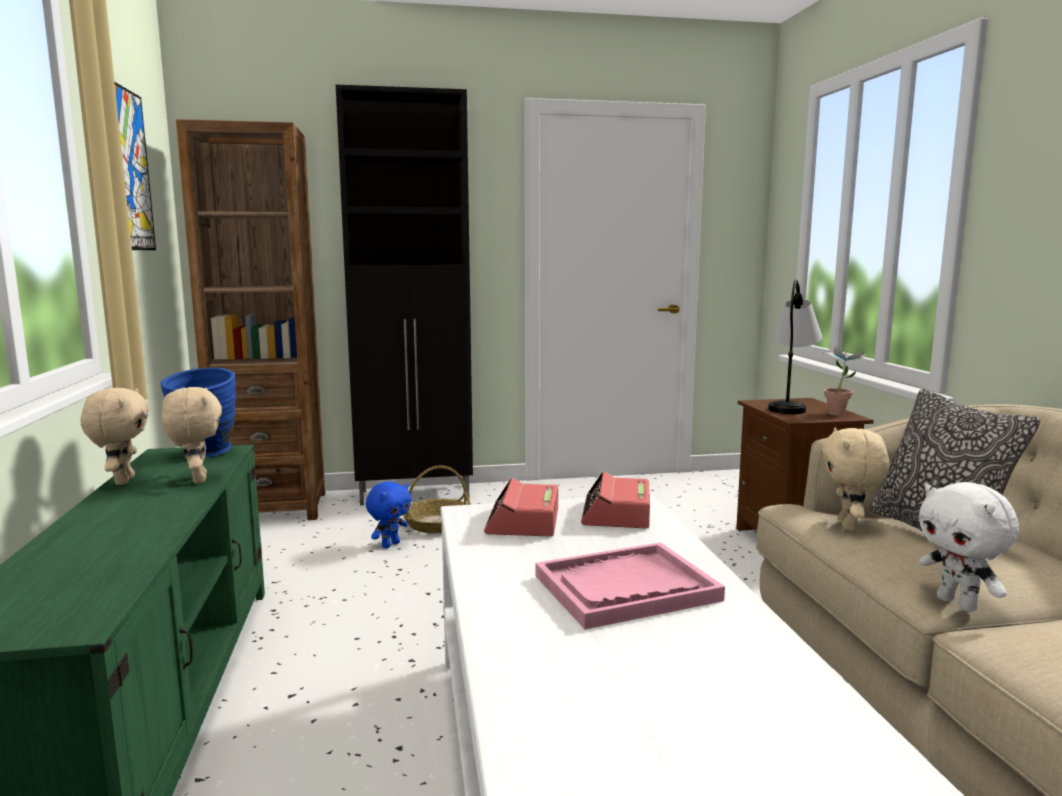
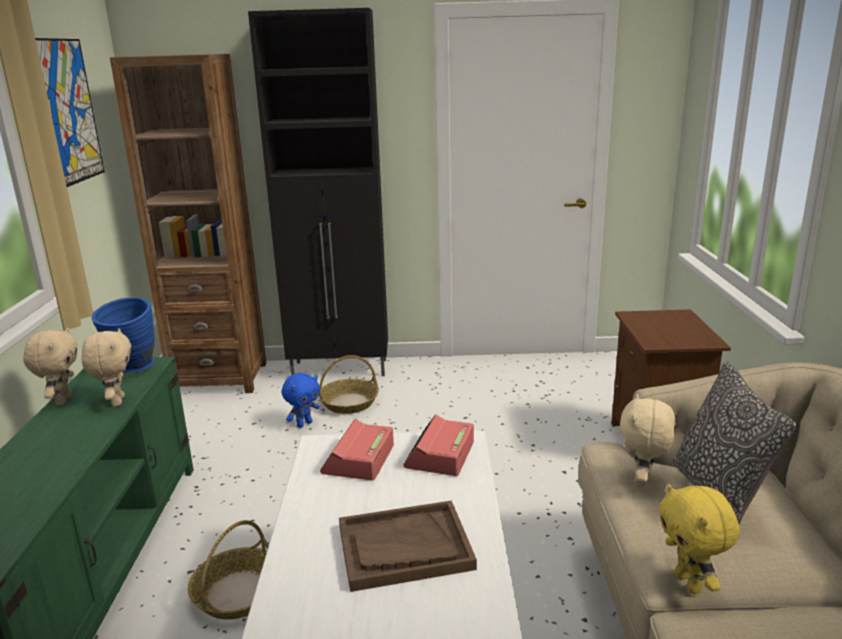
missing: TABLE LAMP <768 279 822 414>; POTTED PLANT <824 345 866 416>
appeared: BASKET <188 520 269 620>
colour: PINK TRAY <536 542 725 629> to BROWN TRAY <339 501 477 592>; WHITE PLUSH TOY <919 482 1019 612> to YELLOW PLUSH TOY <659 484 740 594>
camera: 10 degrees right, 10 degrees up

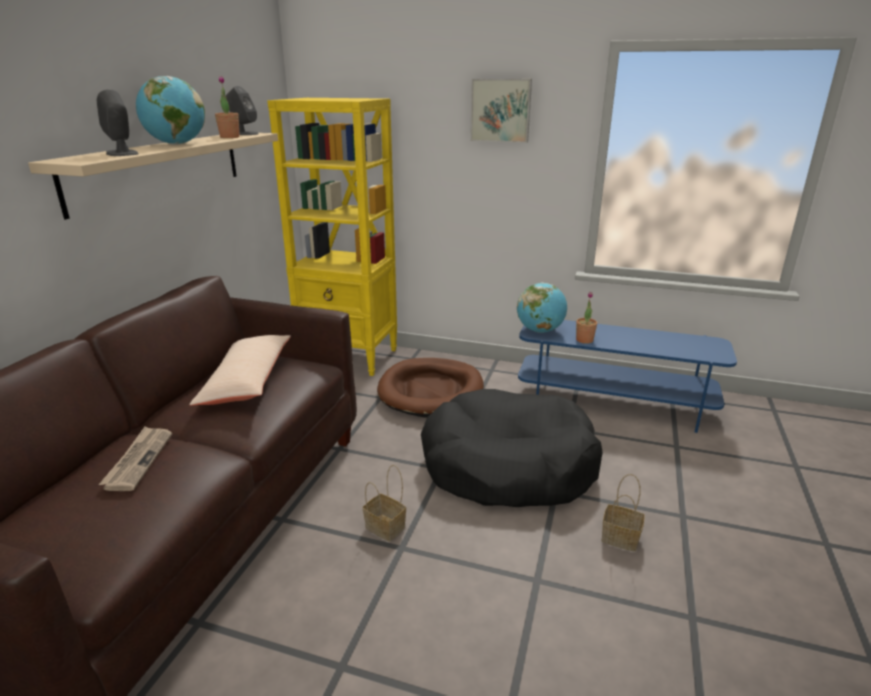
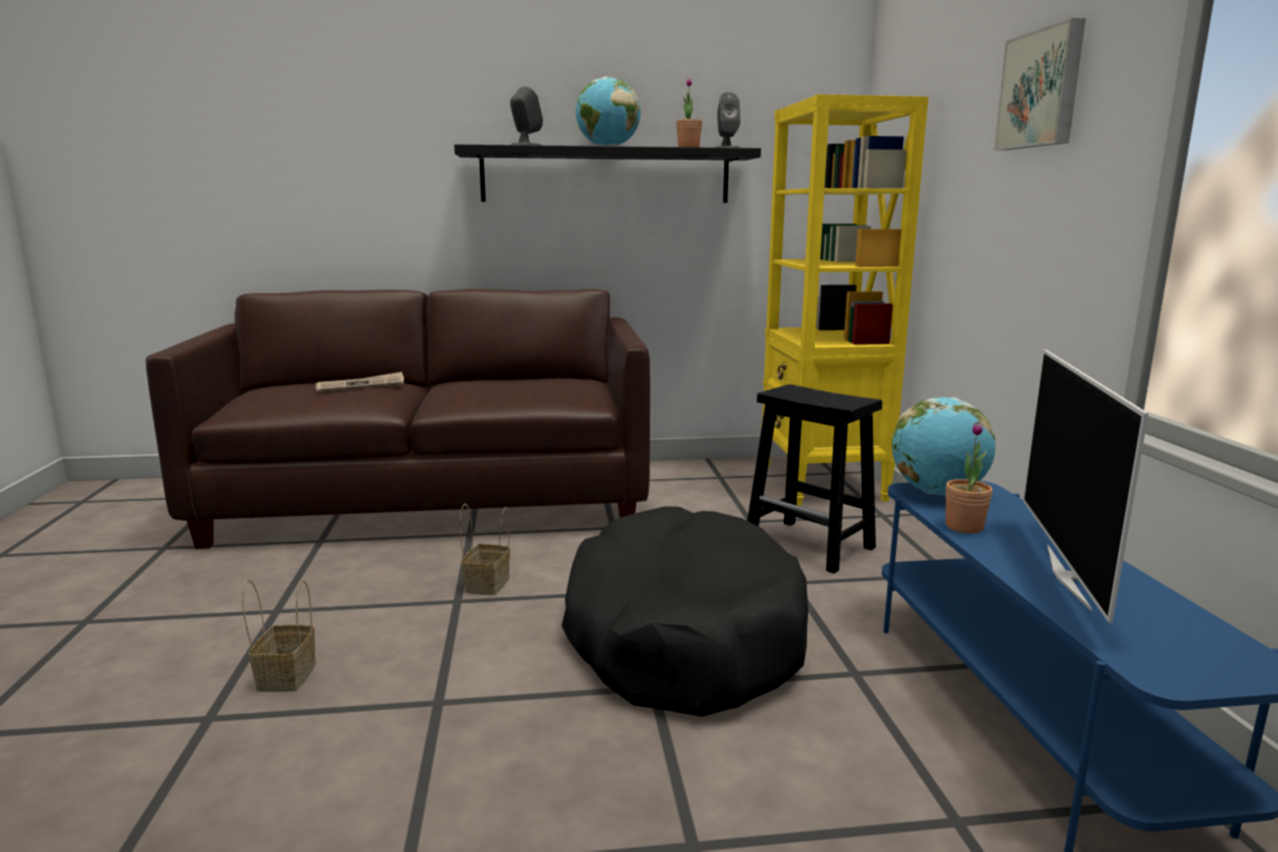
missing: BEIGE PILLOW <189 335 291 406>
appeared: TELEVISION <1023 350 1149 623>
relocated: BASKET <602 474 644 552> to <242 580 316 692>
exchanged: BROWN DOG BED <377 358 484 418> to BLACK STOOL <747 384 882 574>
colour: BEIGE SHELF <28 133 278 220> to BLACK SHELF <454 144 761 203>
camera: 65 degrees right, 10 degrees down

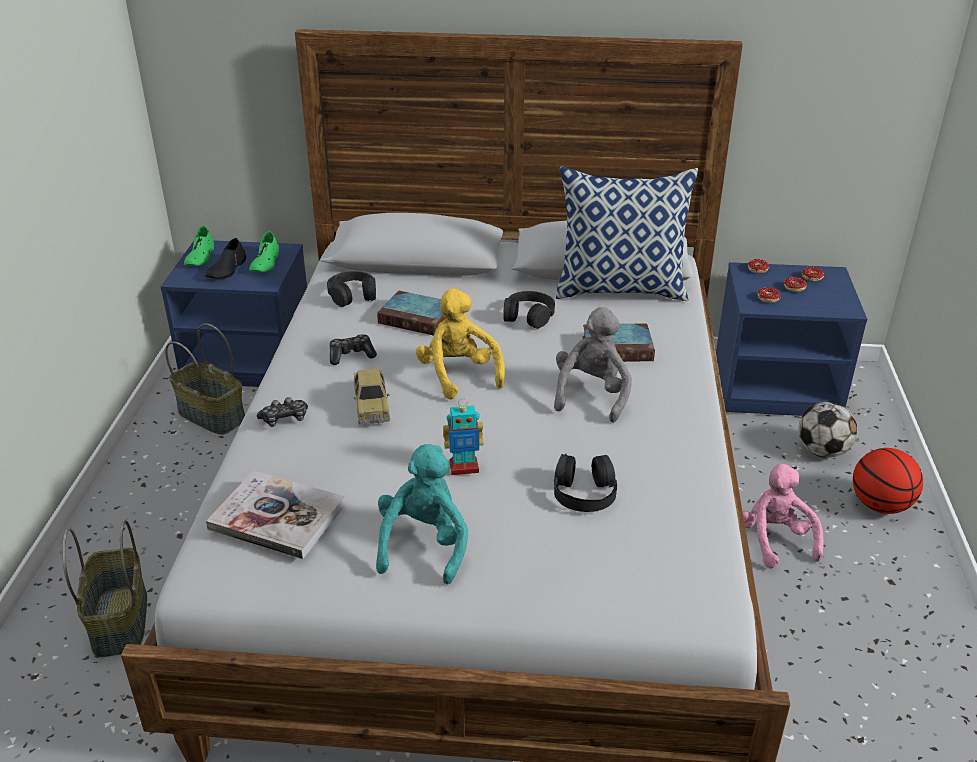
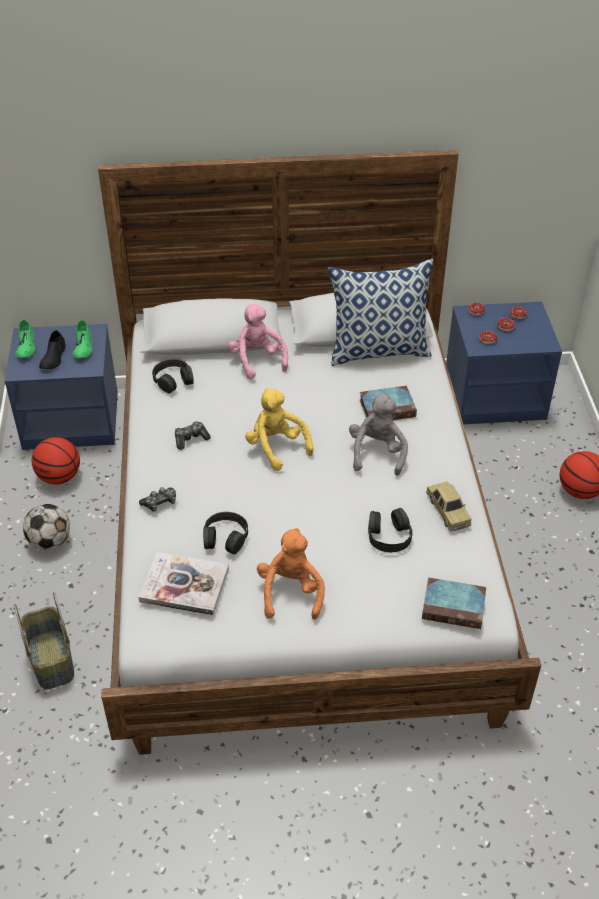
missing: TOY ROBOT <443 399 484 475>
relocated: TOY CAR <354 369 390 424> to <426 481 472 532>; BOOK <377 290 446 336> to <422 577 486 629>; BLACK HEADPHONES <503 291 555 329> to <203 512 248 554>; PINK PLUSH TOY <743 464 824 569> to <228 304 288 380>; FOOTBALL <798 402 857 458> to <23 504 70 550>
exchanged: BASKET <165 324 245 435> to BASKETBALL <32 437 80 484>
colour: TURQUOISE PLUSH TOY <376 444 468 584> to ORANGE PLUSH TOY <257 528 325 620>
camera: 10 degrees left, 10 degrees up

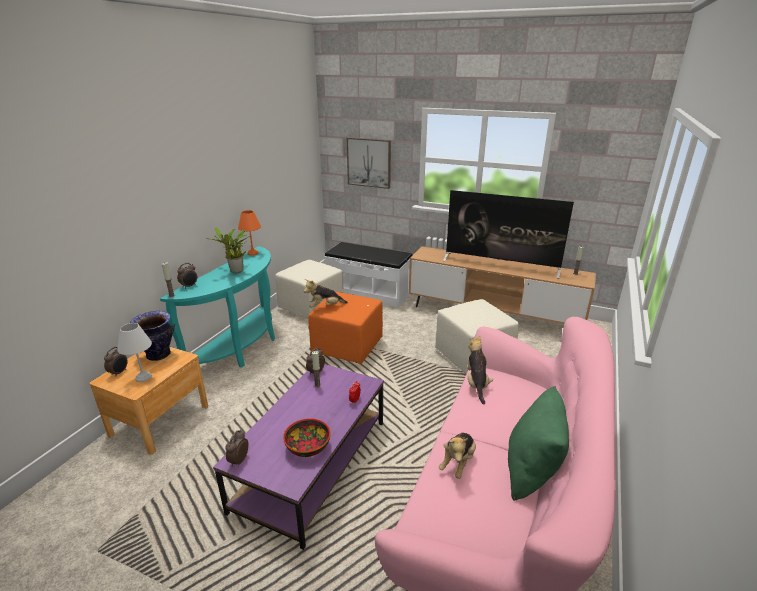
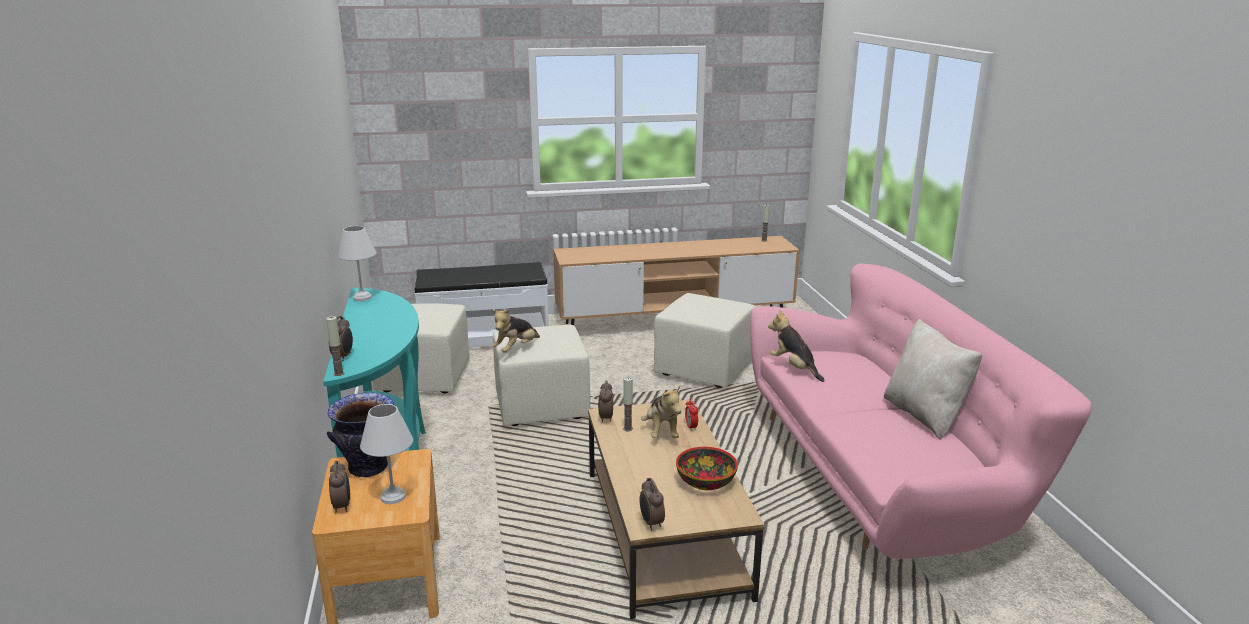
missing: POTTED PLANT <206 227 250 273>; PICTURE <347 137 391 189>; TELEVISION <443 190 574 278>
relocated: PLUSH TOY <439 433 476 479> to <641 386 681 438>
colour: PURPLE COFFEE TABLE <213 364 384 550> to BROWN COFFEE TABLE <588 400 764 619>; ORANGE TABLE LAMP <238 210 261 256> to WHITE TABLE LAMP <337 226 377 301>; ORANGE OTTOMAN <308 292 383 364> to BEIGE OTTOMAN <493 325 590 426>; GREEN PILLOW <508 386 569 501> to BEIGE PILLOW <884 319 982 440>
camera: 35 degrees left, 5 degrees down

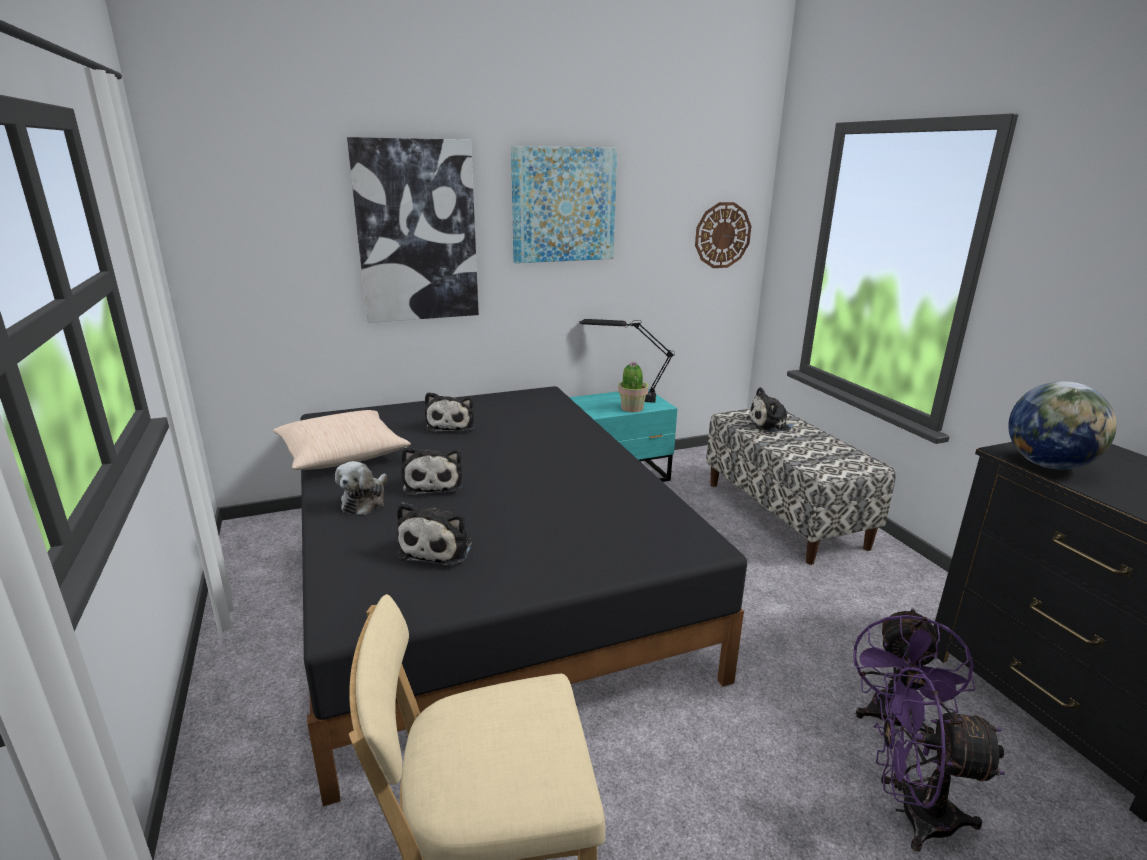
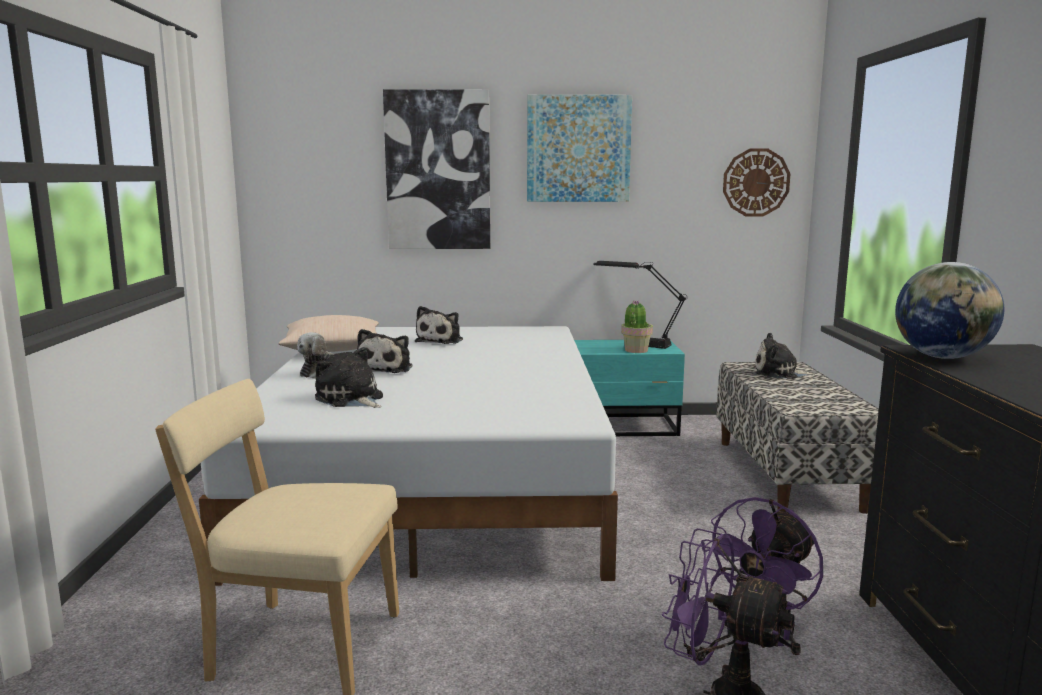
colour: BLACK BED <300 386 747 806> to WHITE BED <199 326 618 586>
spun: PLUSH TOY <396 502 472 567> = <315 347 383 408> 105 degrees clockwise
camera: 20 degrees right, 10 degrees down

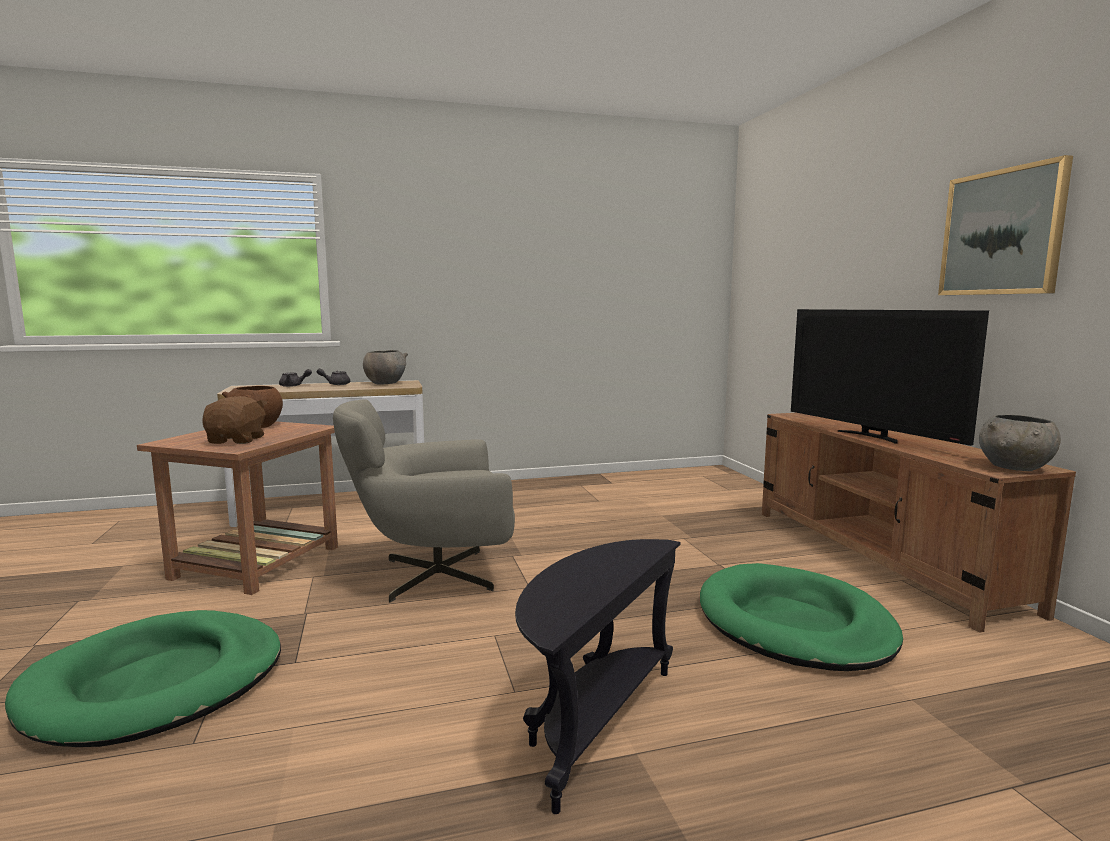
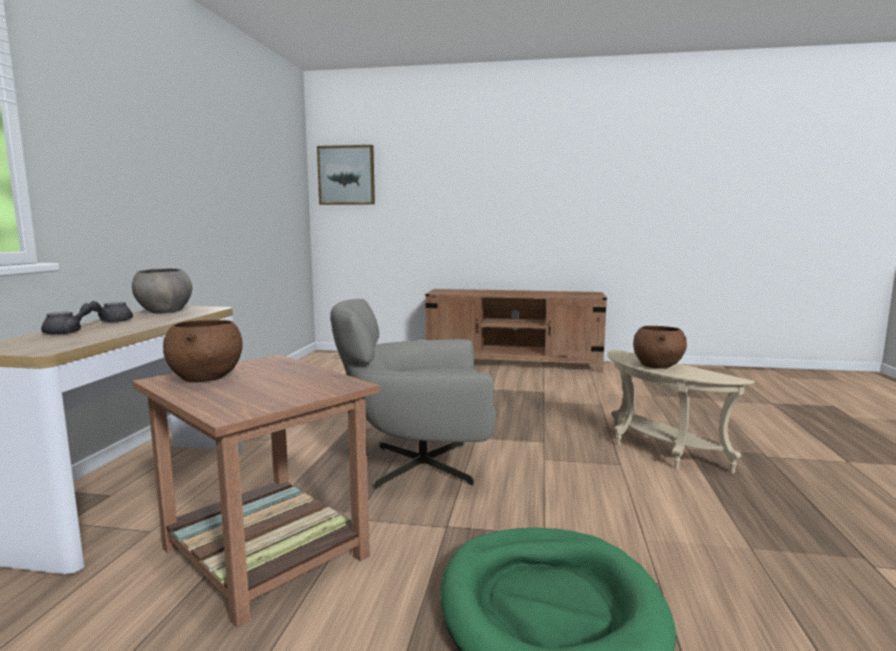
missing: BROWN PLUSH TOY <202 396 267 444>; GREEN DOG BED <700 563 903 671>; TELEVISION <791 309 989 446>; GREY BOWL <979 415 1061 471>
appeared: BROWN BOWL <633 326 687 369>
relocated: PICTURE <938 155 1073 295> to <317 145 375 205>
colour: BLACK SIDE TABLE <515 539 681 814> to BEIGE SIDE TABLE <607 349 755 473>
spun: GREY ARMCHAIR <333 399 515 602> = <330 299 496 489> 75 degrees clockwise
camera: 65 degrees left, 0 degrees up

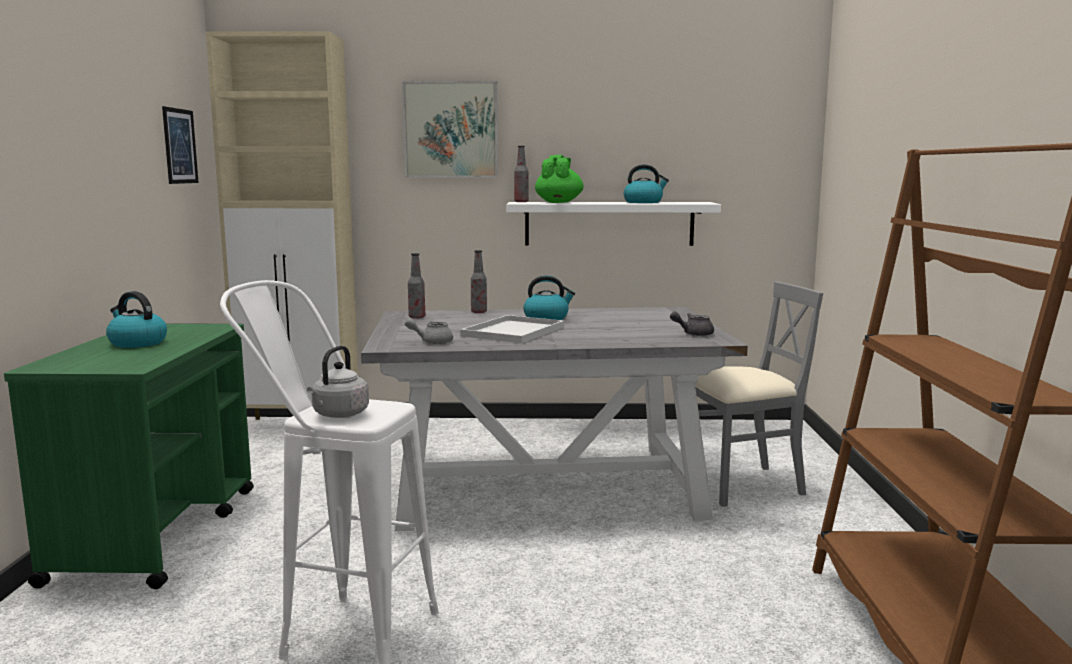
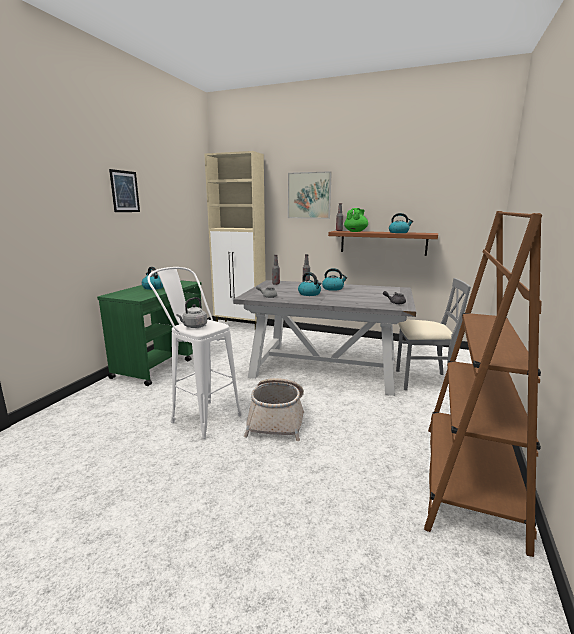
appeared: BASKET <244 378 304 441>
relocated: PICTURE <162 106 199 184> to <109 169 140 212>
exchanged: WHITE TRAY <460 315 564 343> to KETTLE <298 272 321 296>
colour: WHITE SHELF <506 202 721 246> to BROWN SHELF <328 231 438 256>
camera: 20 degrees right, 5 degrees up

